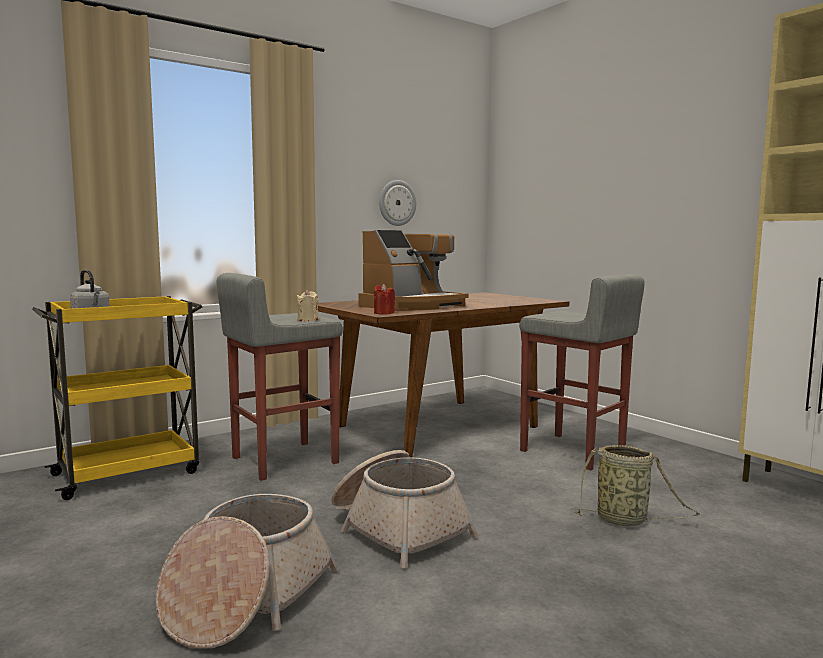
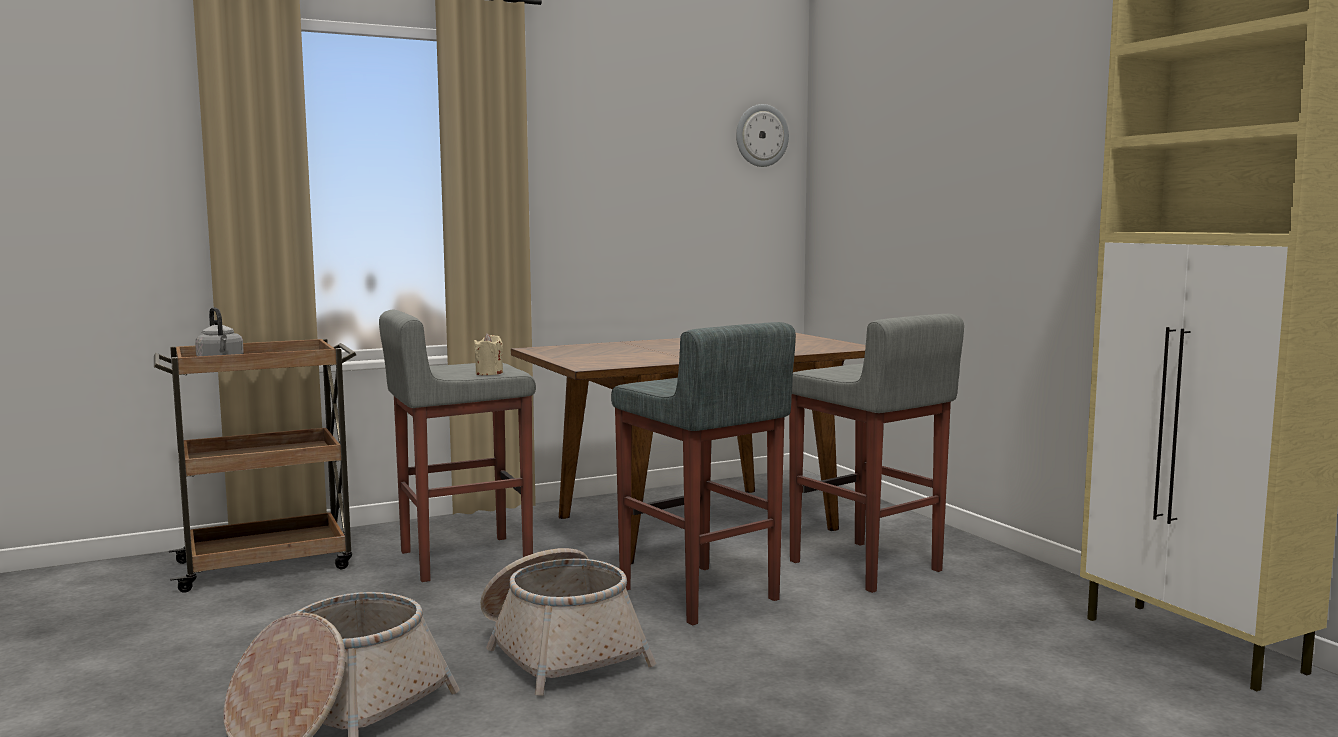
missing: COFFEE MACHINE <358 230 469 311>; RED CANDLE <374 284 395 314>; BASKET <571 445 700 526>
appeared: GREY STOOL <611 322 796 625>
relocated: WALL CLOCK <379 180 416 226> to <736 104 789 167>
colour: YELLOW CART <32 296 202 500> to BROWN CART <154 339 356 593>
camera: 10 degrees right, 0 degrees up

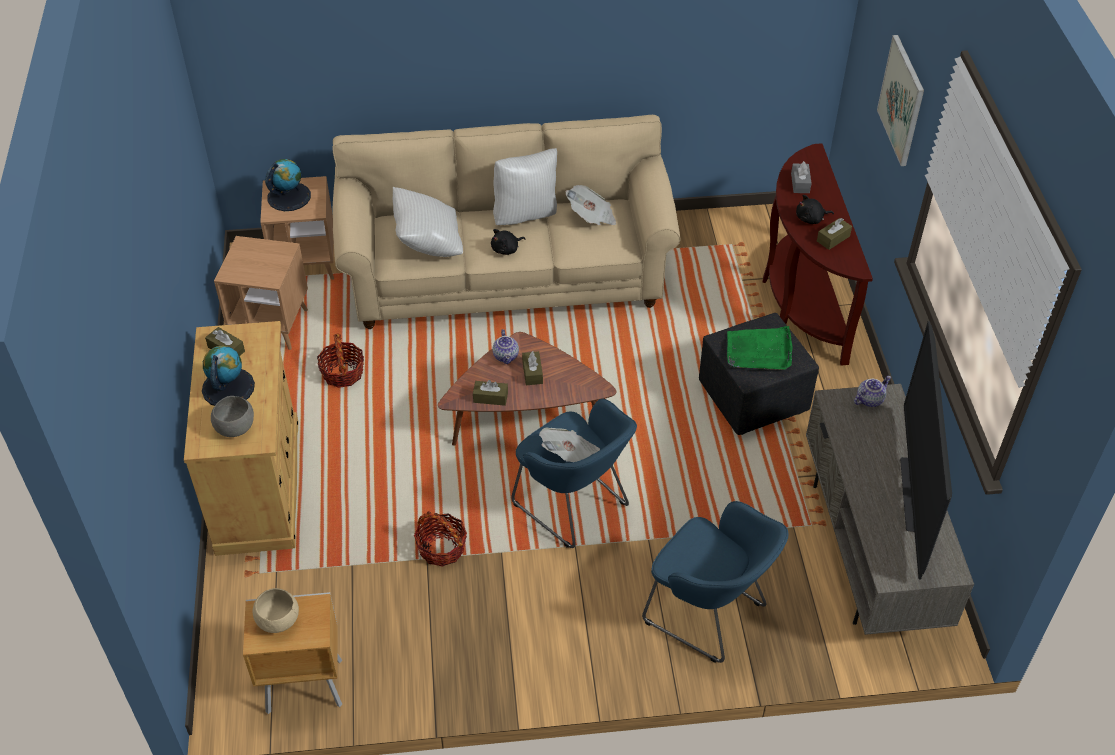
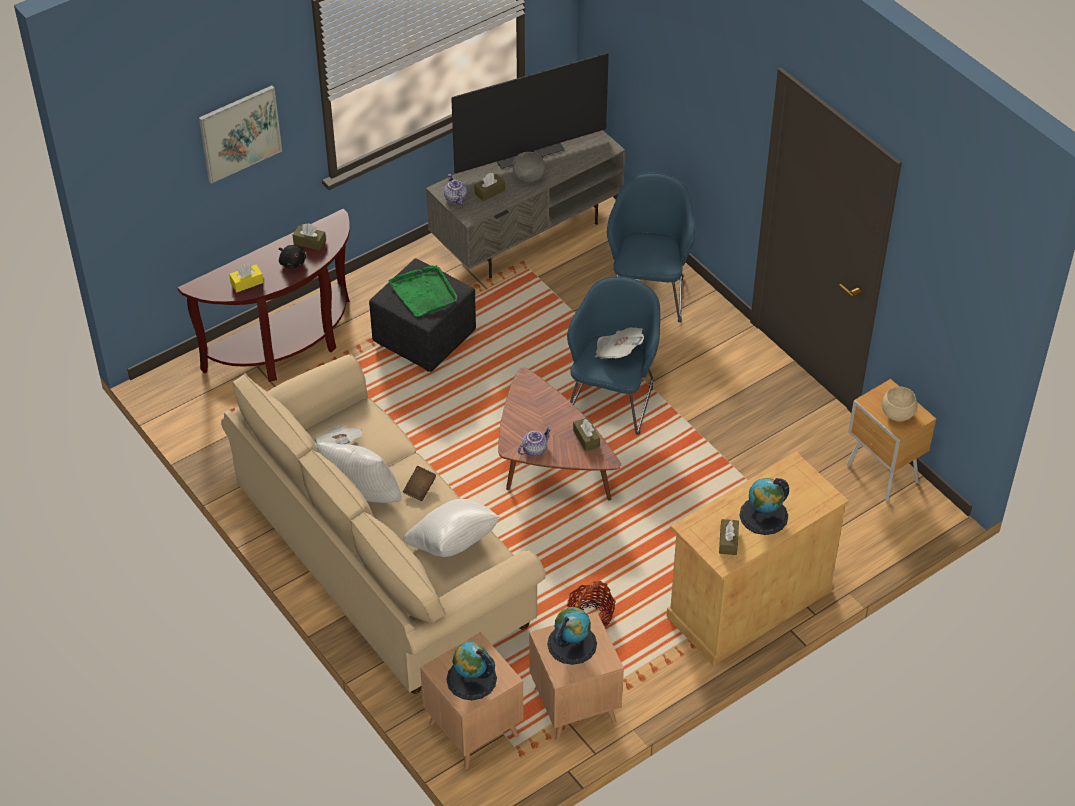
missing: BASKET <414 511 467 567>
appeared: GLOBE <547 607 597 665>
relocated: GREY BOWL <211 396 254 437> to <513 152 545 182>; BROWN TISSUE BOX <522 351 543 385> to <474 173 505 201>
exchanged: BLACK PLUSH TOY <491 229 526 255> to BROWN BOOK <403 466 436 501>
colour: GREY TISSUE BOX <791 161 812 193> to YELLOW TISSUE BOX <229 263 264 292>
spun: TEAPOT <854 376 891 407> = <444 174 467 205> 45 degrees clockwise
camera: 120 degrees left, 0 degrees up

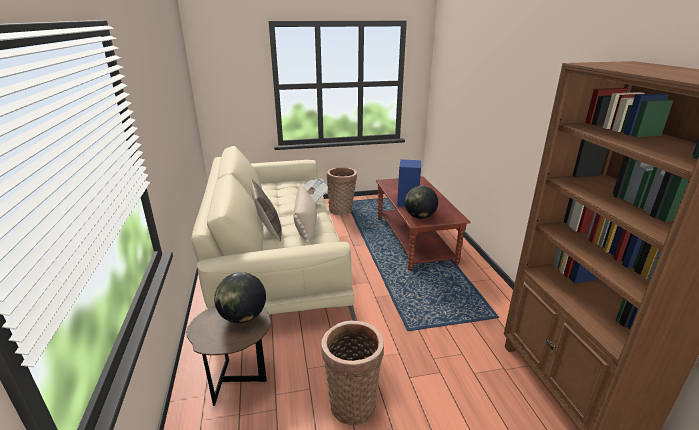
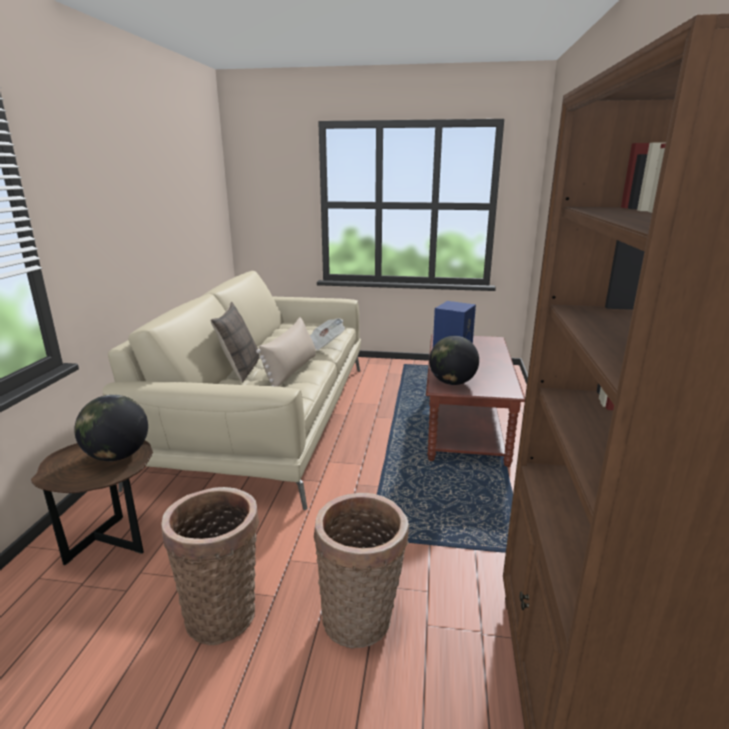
relocated: BASKET <327 167 357 215> to <314 493 409 648>
camera: 20 degrees right, 5 degrees down

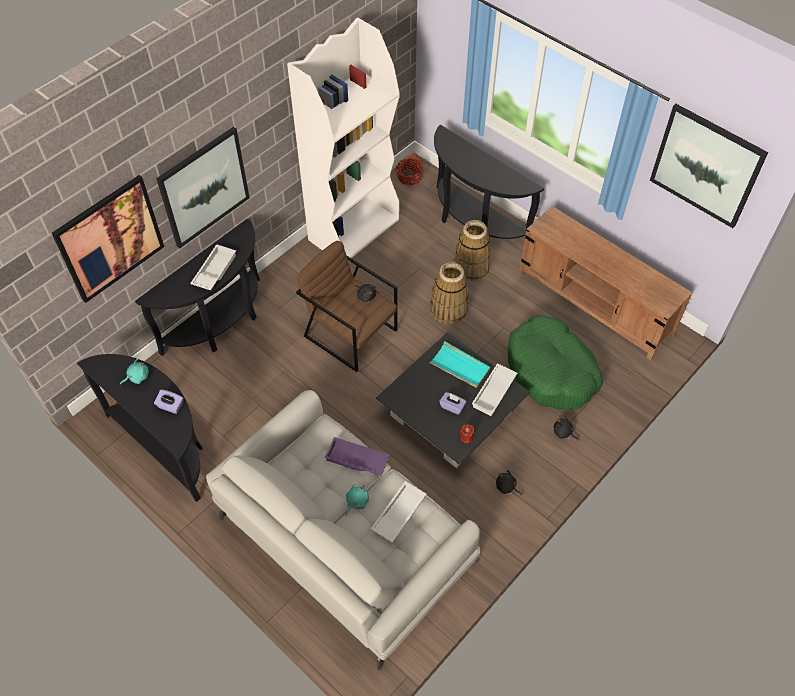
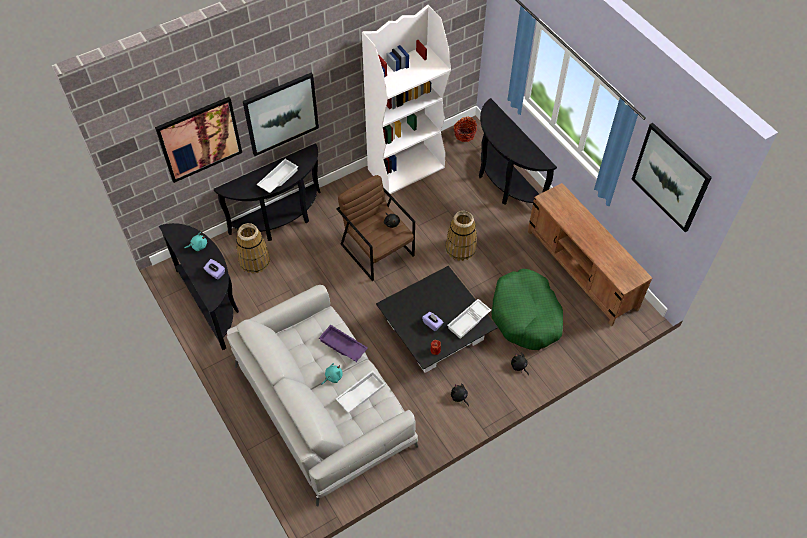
missing: TURQUOISE TRAY <429 341 490 388>
relocated: BASKET <454 220 491 282> to <236 223 270 274>
camera: 15 degrees right, 0 degrees up

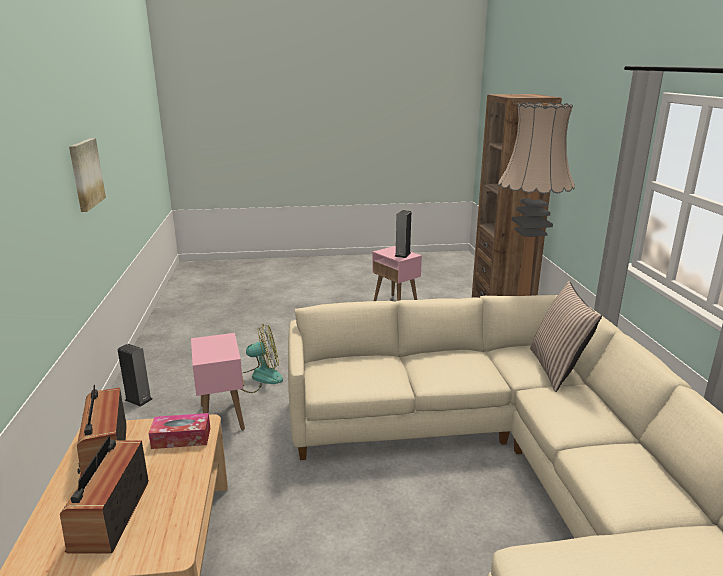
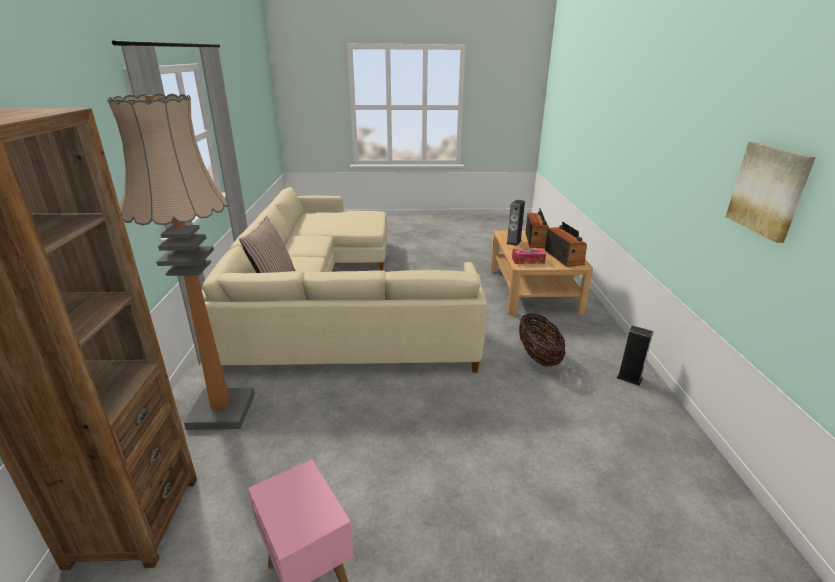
missing: FAN <241 324 283 393>
relocated: SPEAKER <395 210 411 258> to <506 200 525 246>
exchanged: PINK SIDE TABLE <191 333 245 430> to BASKET <519 313 565 367>
camera: 175 degrees left, 5 degrees up

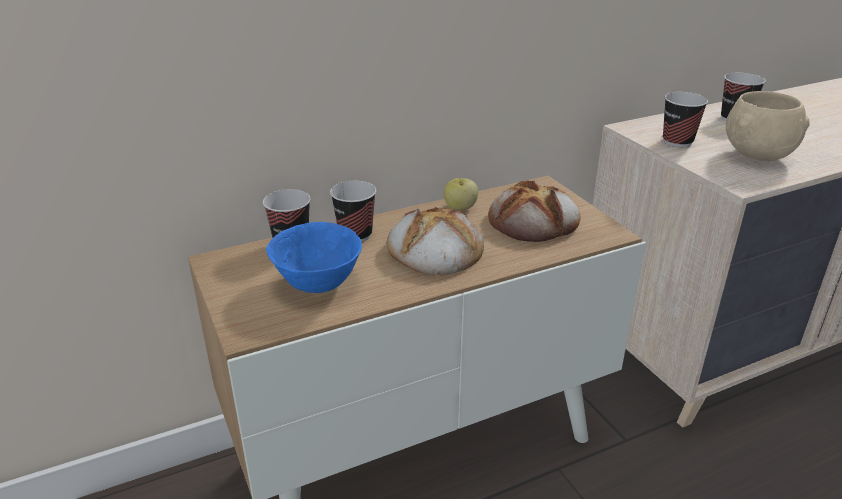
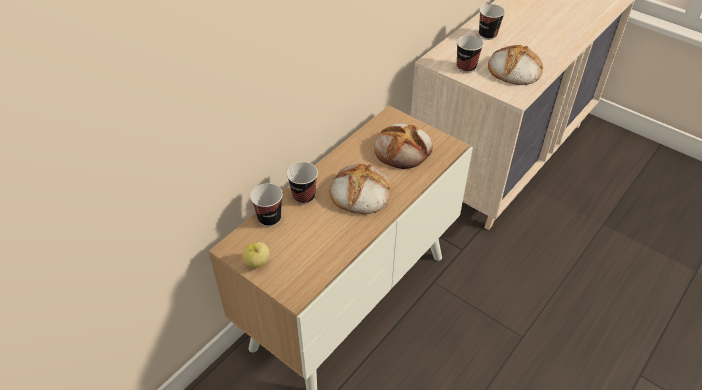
missing: BLUE BOWL <266 222 362 293>
relocated: APPLE <444 178 478 210> to <242 242 270 268>
exchanged: BEIGE BOWL <726 91 810 161> to BREAD <488 45 543 85>
camera: 25 degrees left, 15 degrees up

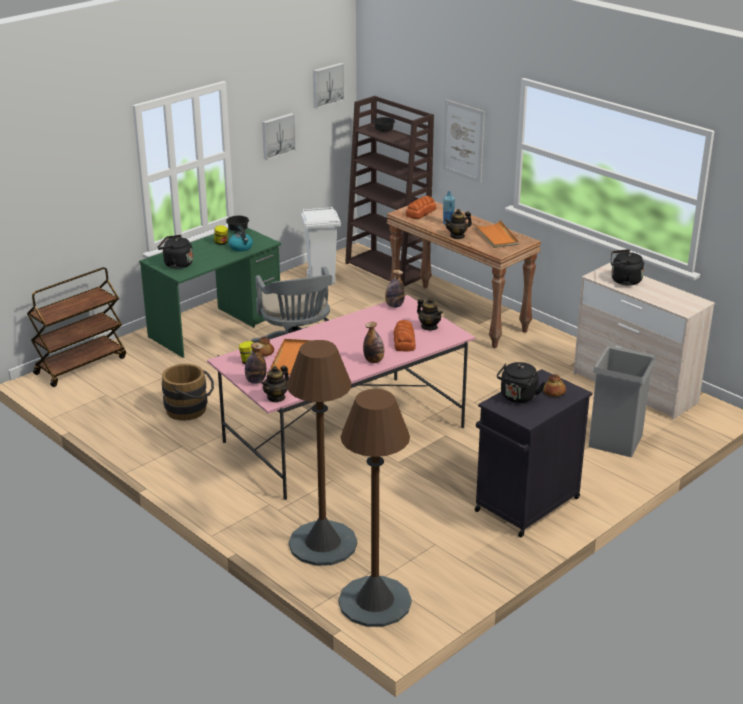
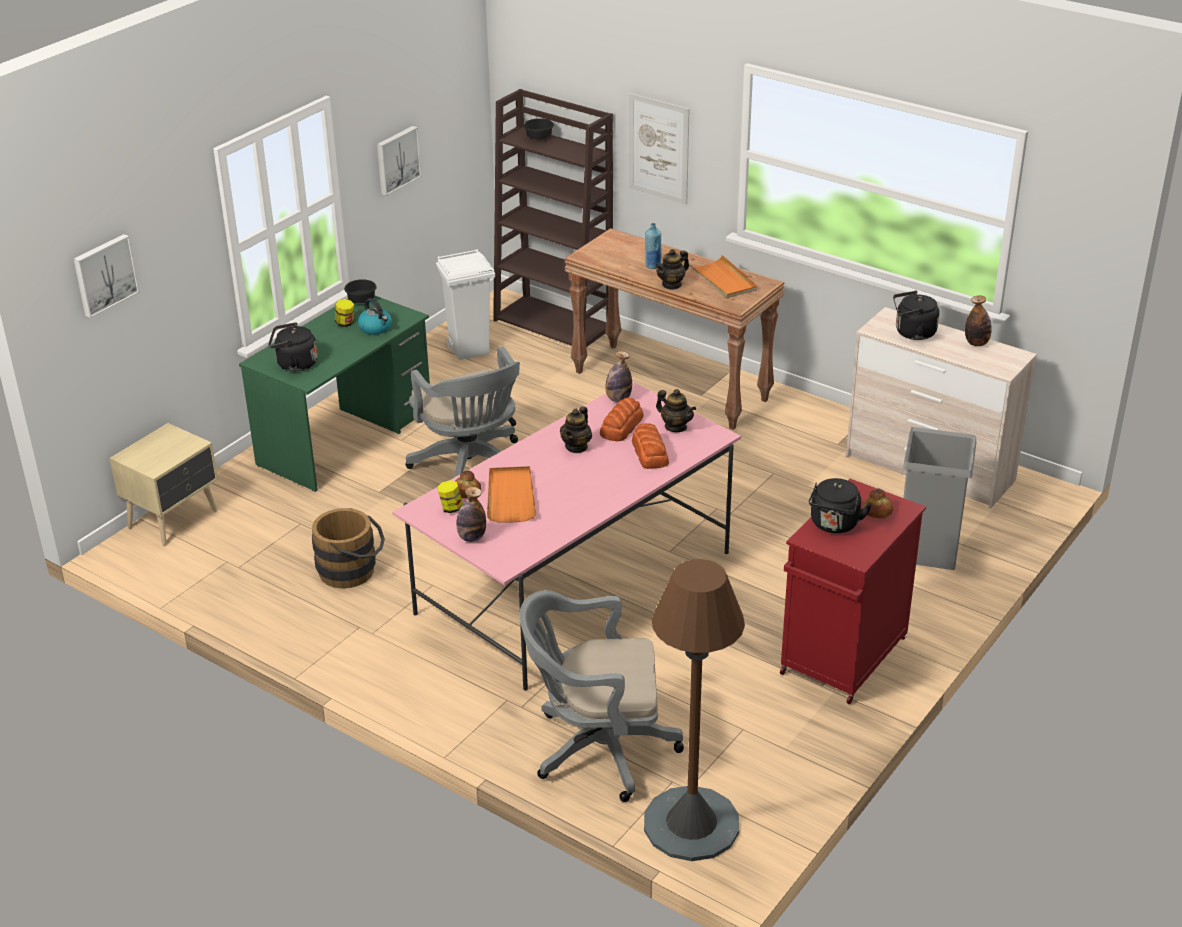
relocated: TEAPOT <261 365 289 403> to <560 406 592 453>; PICTURE <313 63 345 109> to <74 234 140 318>; BOTTLE <363 322 384 363> to <965 295 992 346>; BREAD <406 196 436 219> to <600 398 644 441>
exchanged: BROWN CART <27 267 126 387> to BEIGE NIGHTSTAND <109 423 218 546>; BROWN FLOOR LAMP <287 340 357 566> to GREY OFFICE CHAIR <519 590 684 802>
colour: BLACK CABINET <475 369 592 537> to RED CABINET <780 479 926 704>
camera: 10 degrees left, 5 degrees up

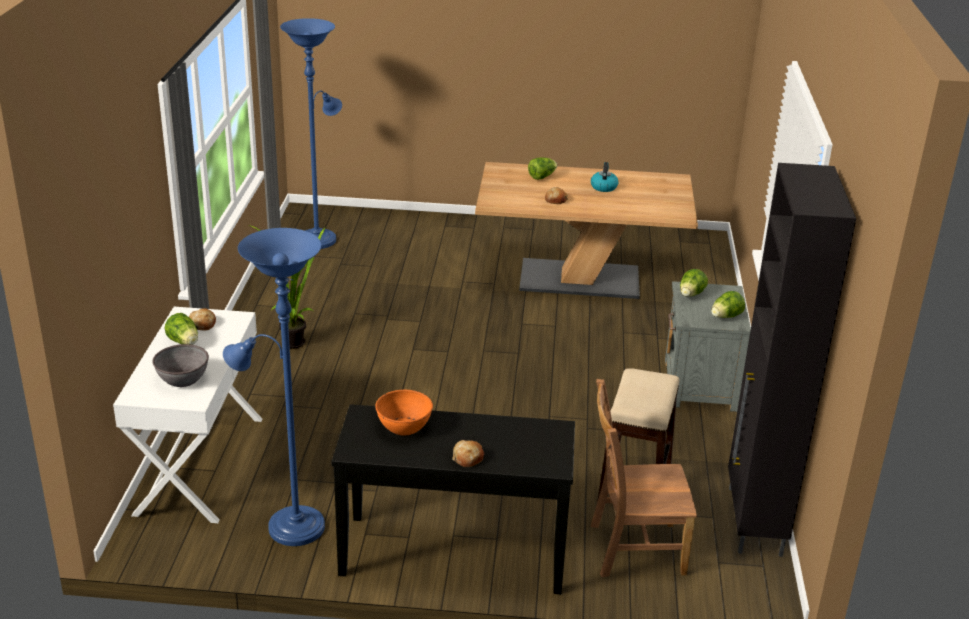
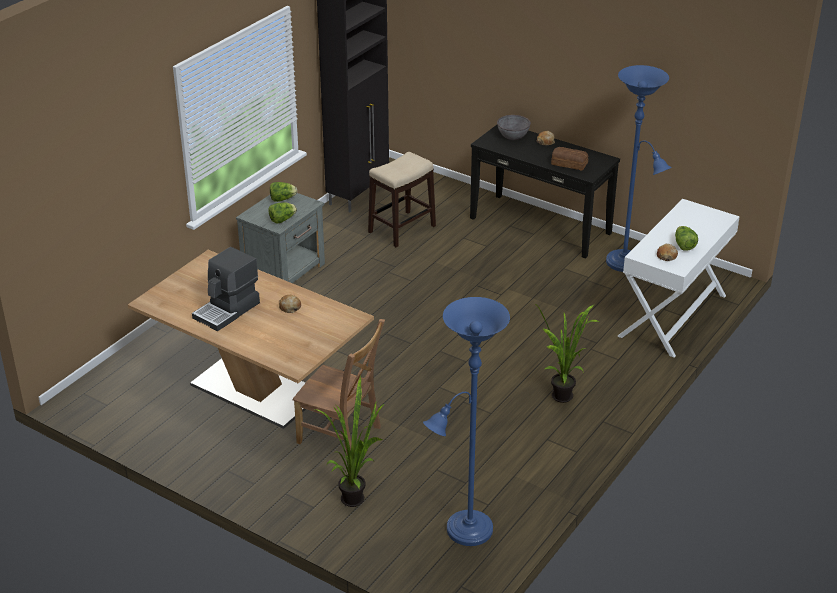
missing: LETTUCE <528 158 557 180>
appeared: POTTED PLANT <315 376 384 507>
relocated: GREY BOWL <152 344 209 387> to <497 115 531 140>; BROWN CHAIR <591 379 697 577> to <293 319 385 455>
exchanged: ORANGE BOWL <375 390 433 436> to BREAD <551 147 588 171>; KETTLE <591 162 618 192> to COFFEE MACHINE <192 247 260 331>
camera: 150 degrees left, 5 degrees up

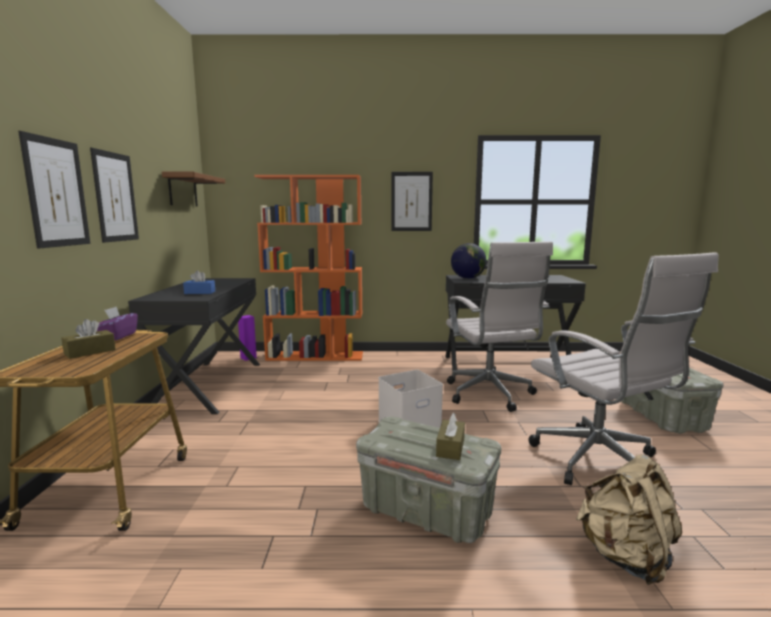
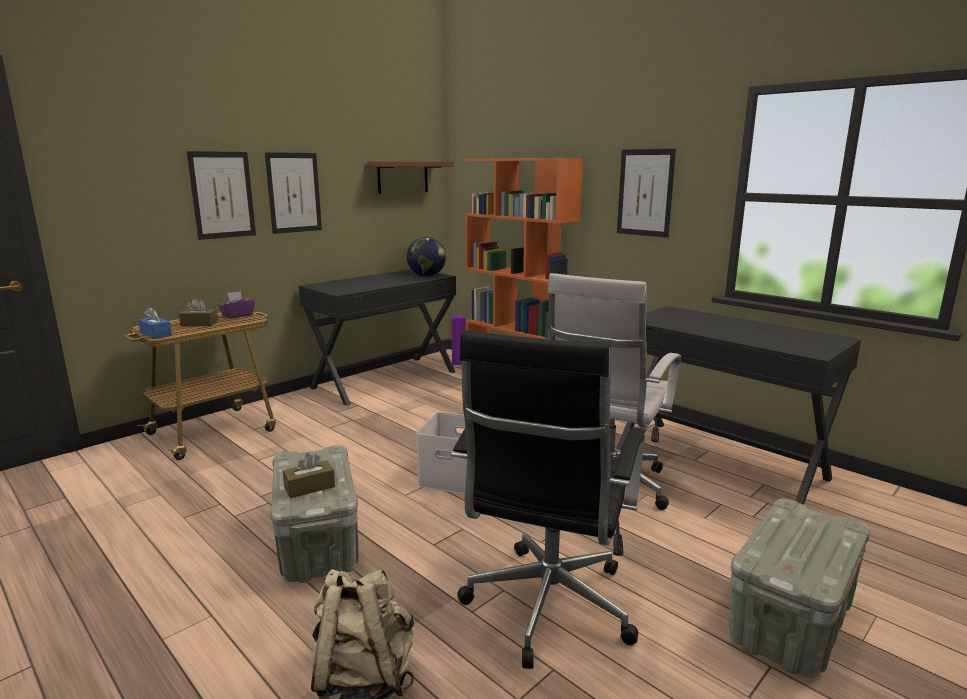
relocated: BLUE TISSUE BOX <183 271 215 294> to <138 307 172 339>; GLOBE <451 243 487 279> to <407 237 446 277>
colour: WHITE OFFICE CHAIR <528 252 719 485> to BLACK OFFICE CHAIR <451 330 646 669>
camera: 45 degrees right, 5 degrees up

